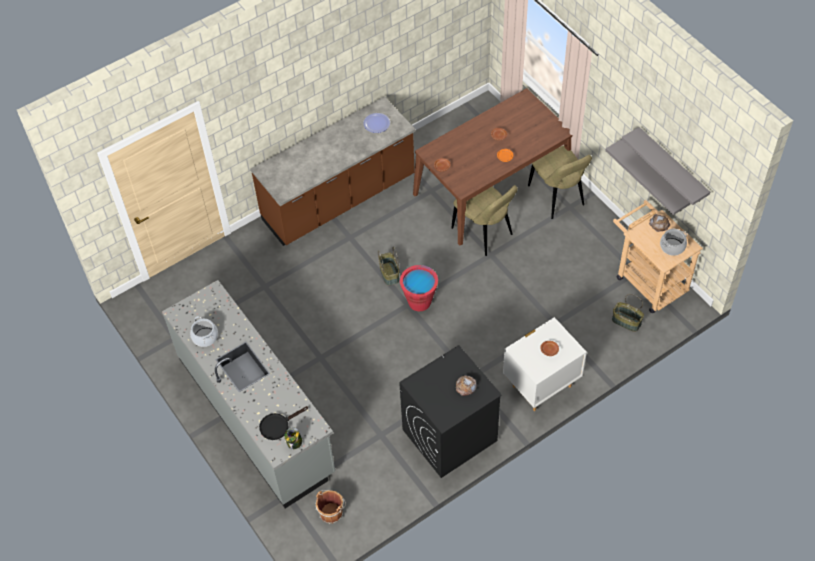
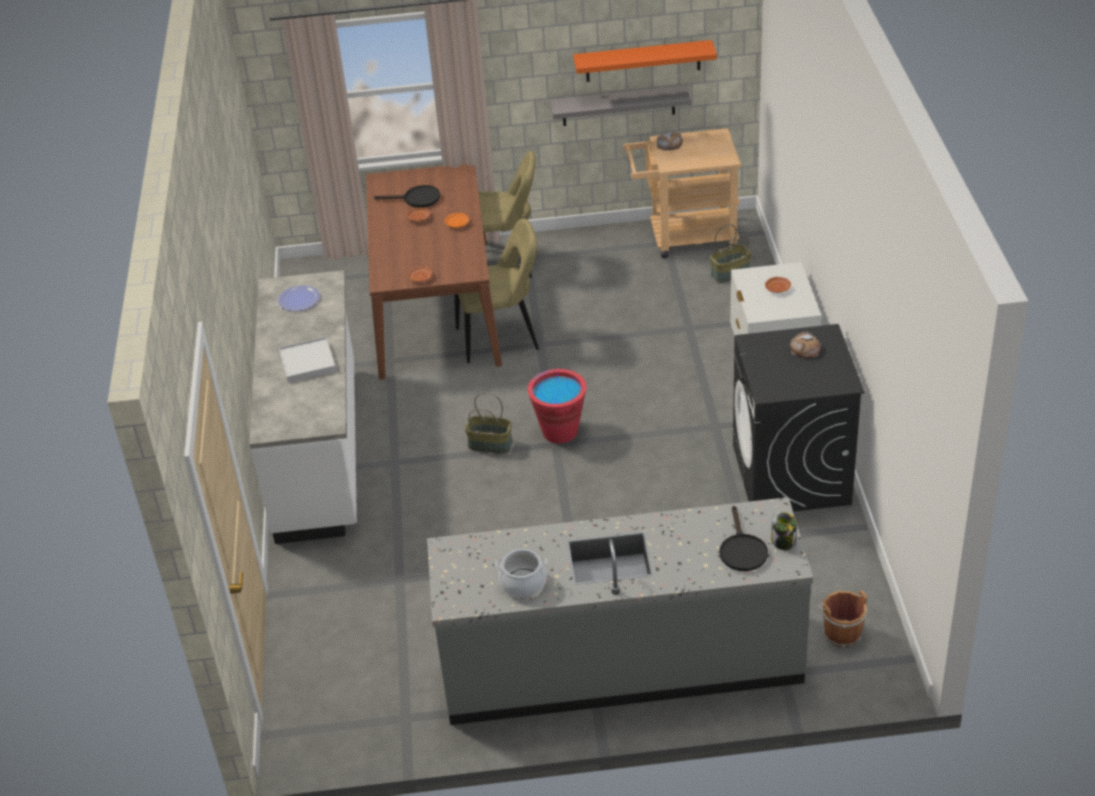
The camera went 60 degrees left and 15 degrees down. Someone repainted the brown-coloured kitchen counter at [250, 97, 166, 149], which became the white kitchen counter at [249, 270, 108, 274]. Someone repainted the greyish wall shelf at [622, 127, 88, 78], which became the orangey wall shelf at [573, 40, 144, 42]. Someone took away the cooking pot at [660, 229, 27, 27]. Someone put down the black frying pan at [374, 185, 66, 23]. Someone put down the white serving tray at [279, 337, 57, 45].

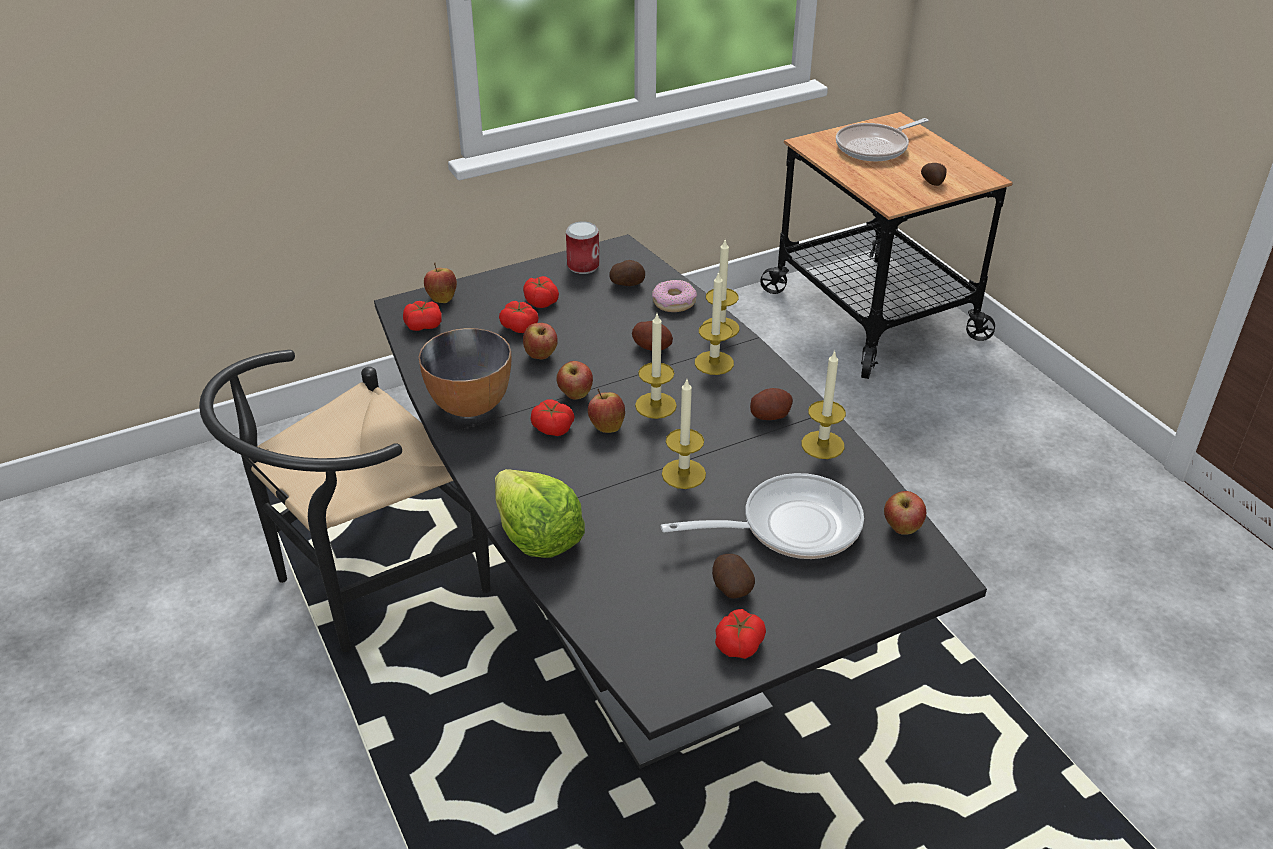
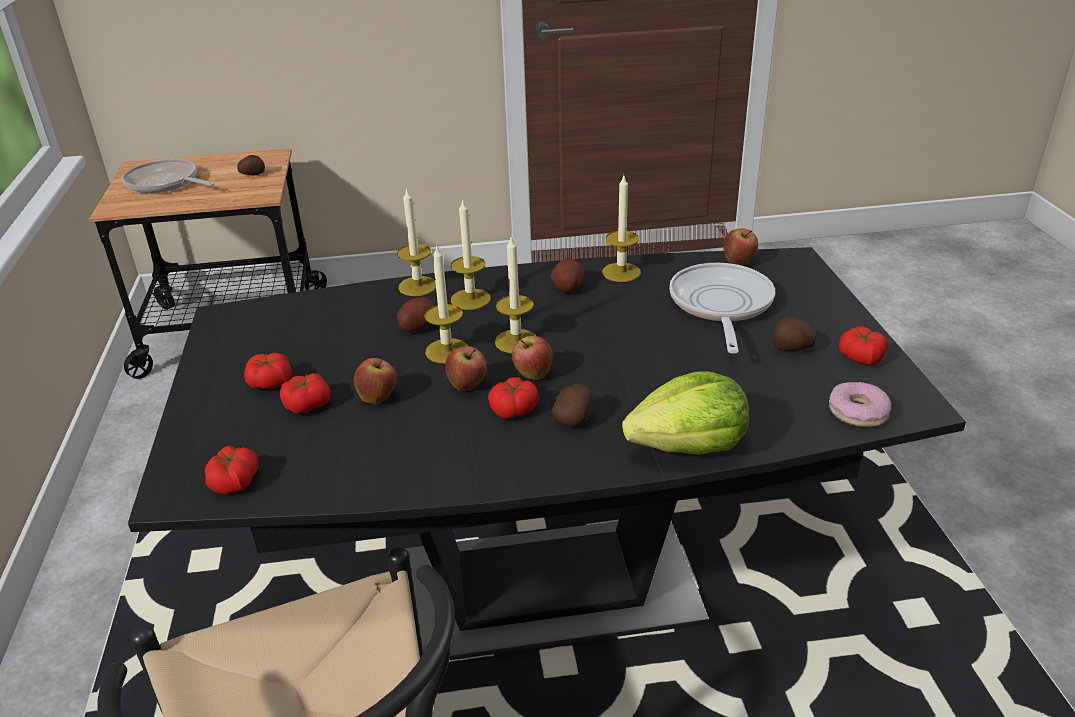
The camera went 70 degrees left and 5 degrees down. Someone rotated the frying pan at [836, 118, 93, 43] by 135 degrees clockwise. Someone took away the can at [566, 221, 33, 53]. Someone carried the spud from [610, 260, 35, 26] to [552, 383, 41, 43]. Someone took away the apple at [424, 263, 33, 40]. Someone carried the ring doughnut from [652, 280, 45, 32] to [829, 382, 62, 45]. Someone took away the deep dish at [419, 328, 92, 89]. Someone carried the wax light from [662, 380, 44, 109] to [424, 244, 44, 119].

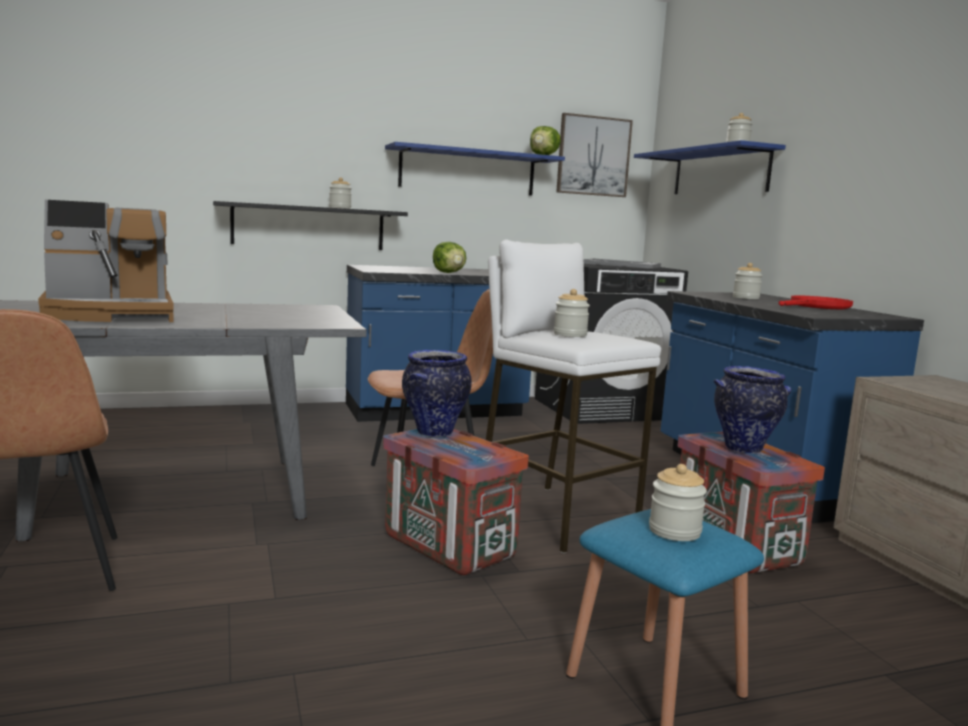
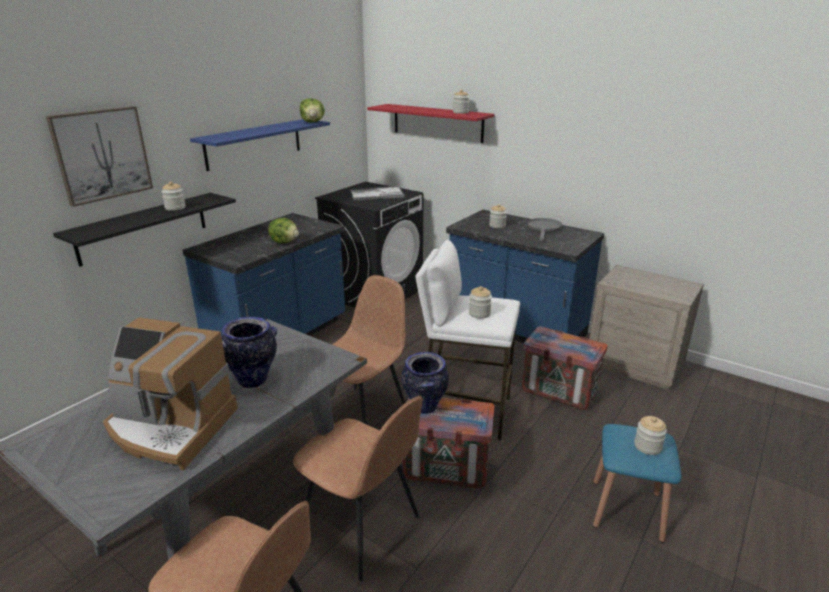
The camera went 35 degrees left and 15 degrees up. Someone carried the picture from [556, 113, 77, 84] to [46, 106, 107, 101]. Someone repainted the blue wall shelf at [634, 140, 152, 54], which became the red wall shelf at [367, 104, 128, 39]. Someone rotated the coffee maker at [38, 200, 136, 122] by 75 degrees clockwise. Someone repainted the red frying pan at [778, 295, 75, 14], which became the greyish frying pan at [527, 218, 35, 23]. Someone carried the decorative vase from [714, 366, 78, 87] to [222, 317, 55, 71]. Someone put down the brown-coloured upright chair at [293, 396, 130, 185].

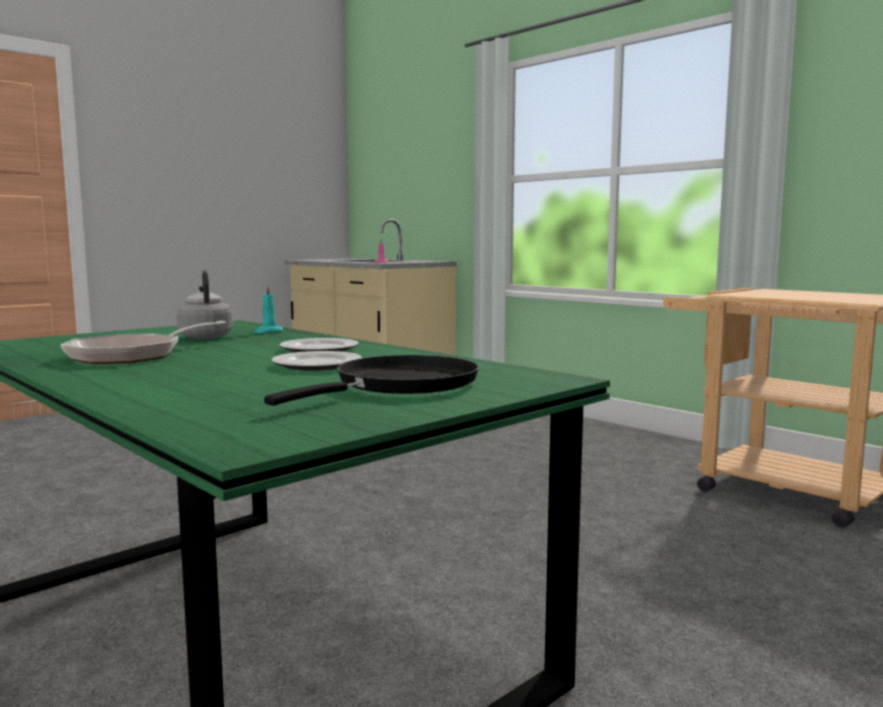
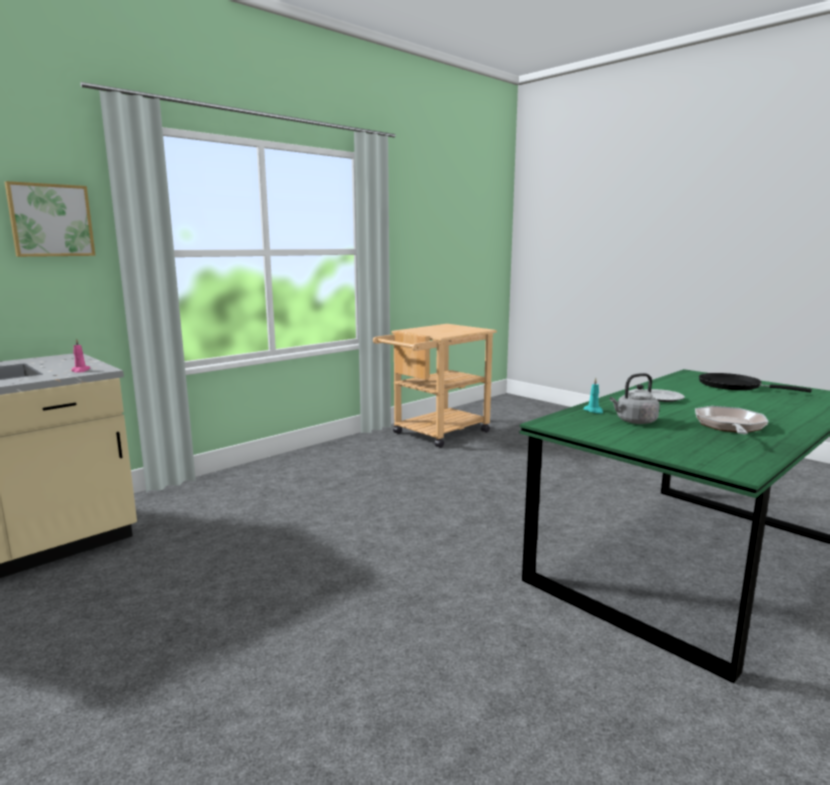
The camera went 90 degrees left and 5 degrees up. Someone rotated the frying pan at [61, 321, 166, 43] by 105 degrees counterclockwise. Someone took away the dinner plate at [272, 351, 90, 20]. Someone put up the picture at [5, 181, 91, 76].

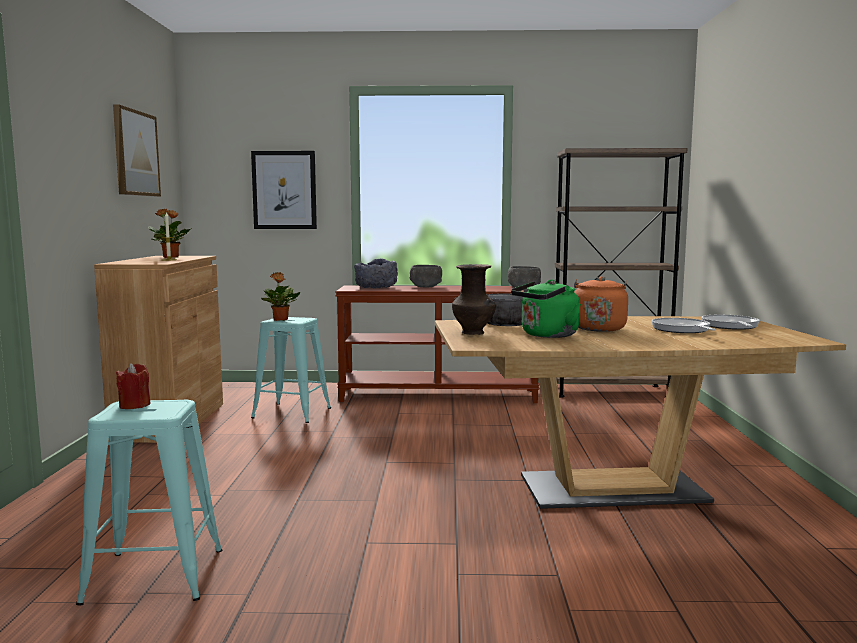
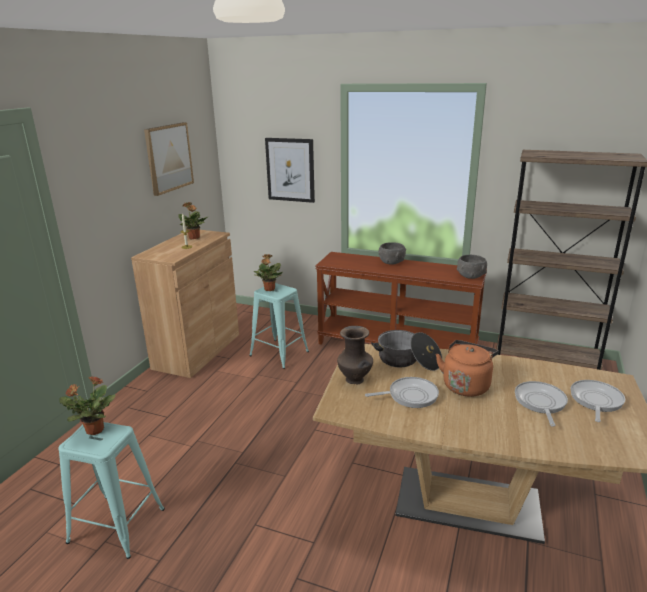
The camera went 20 degrees right and 15 degrees up. Someone took away the greyish deep dish at [354, 258, 44, 30]. Someone swapped the green water kettle at [511, 280, 70, 58] for the frying pan at [365, 377, 74, 31]. Someone swapped the red wax light at [116, 363, 35, 46] for the plant in a pot at [60, 376, 56, 59].

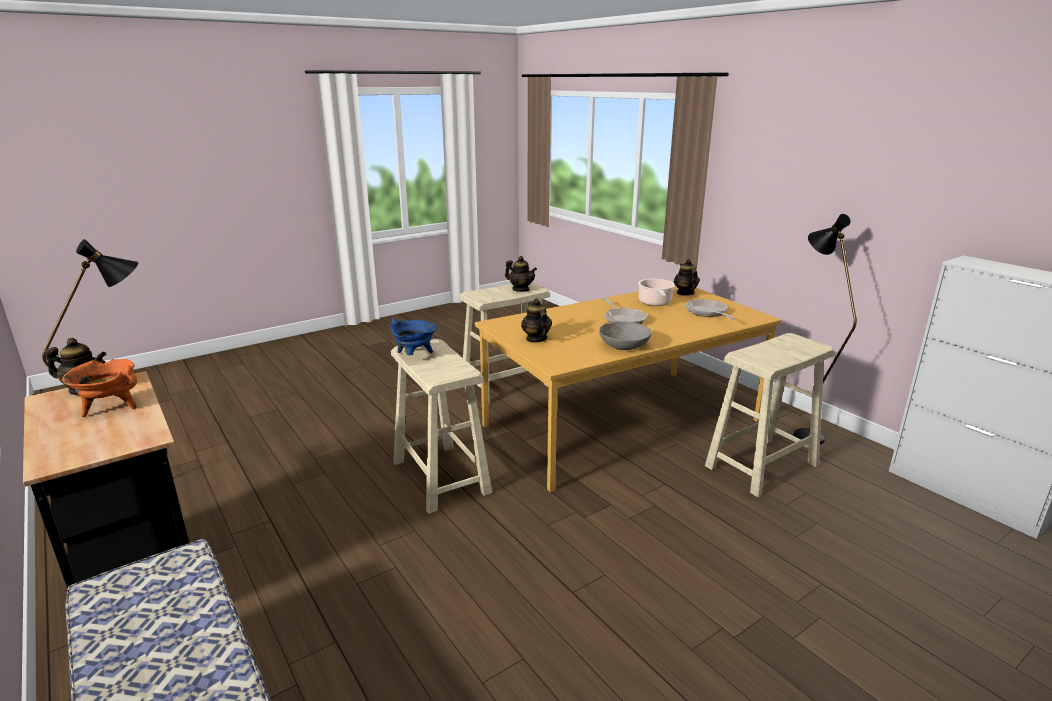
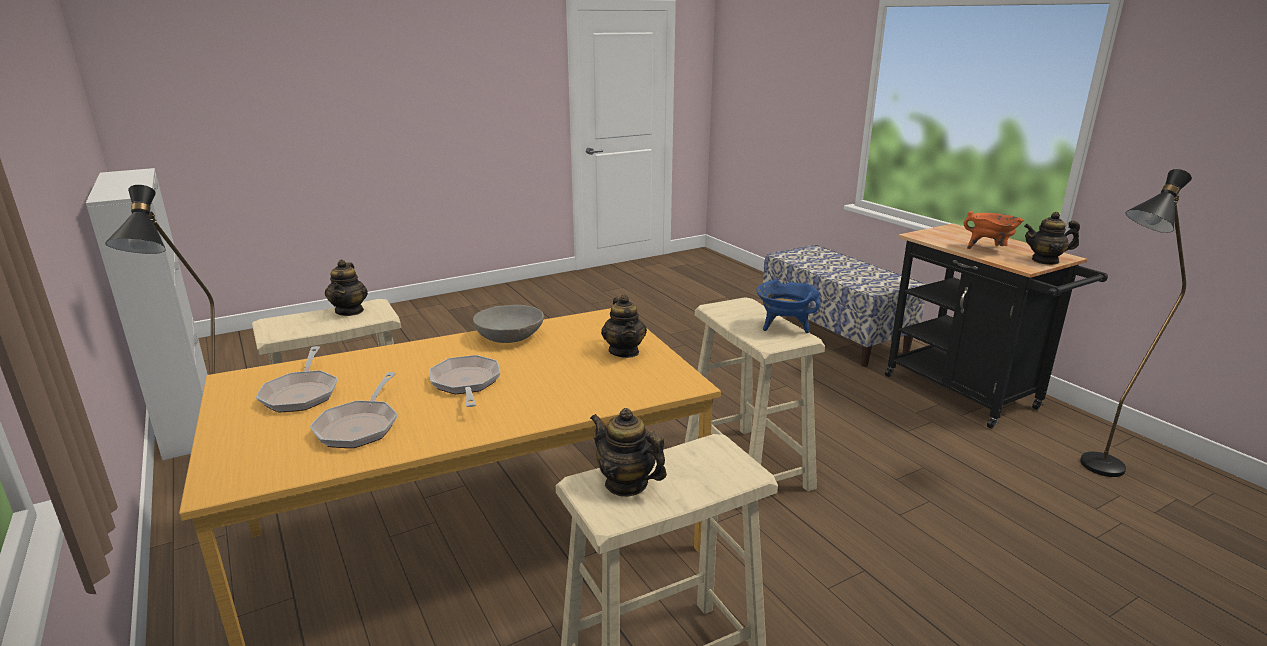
The camera went 175 degrees left and 0 degrees up. Someone carried the pot for tea from [674, 259, 26, 37] to [325, 260, 43, 56]. Someone swapped the cooking pot at [638, 279, 37, 27] for the frying pan at [310, 372, 88, 76].

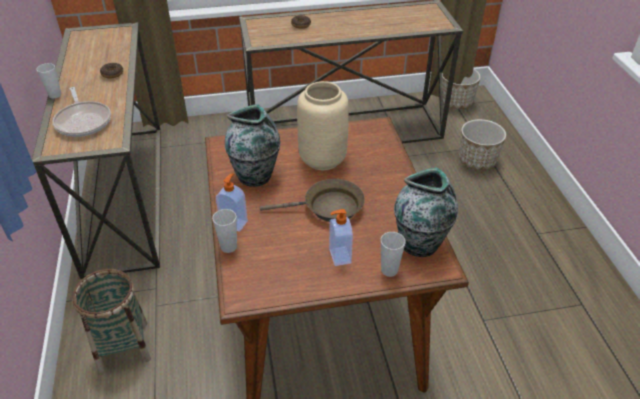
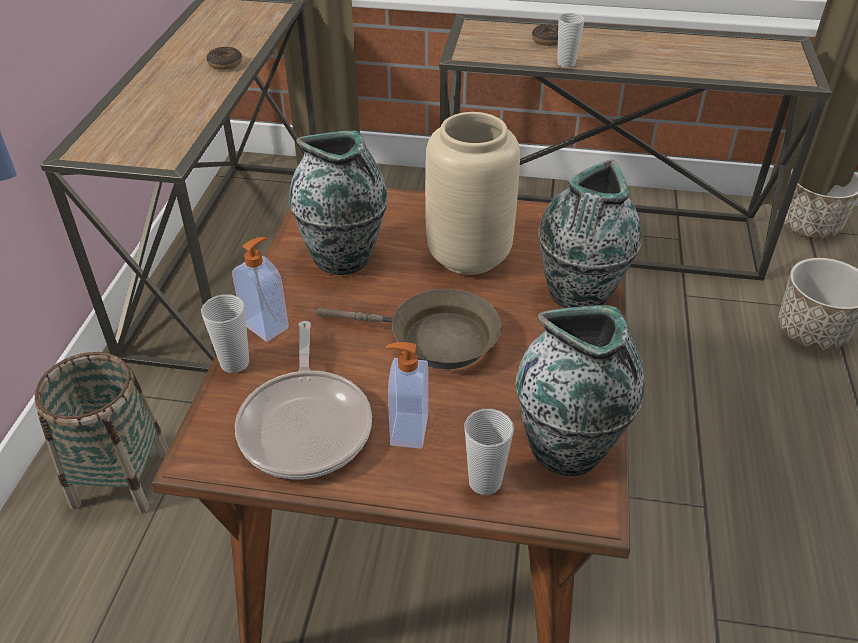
The camera went 20 degrees right and 0 degrees up. Someone carried the drinking cup from [36, 63, 25, 36] to [557, 13, 28, 54]. Someone carried the frying pan from [53, 87, 58, 50] to [235, 321, 137, 158]. Someone put down the decorative vase at [538, 160, 104, 148].

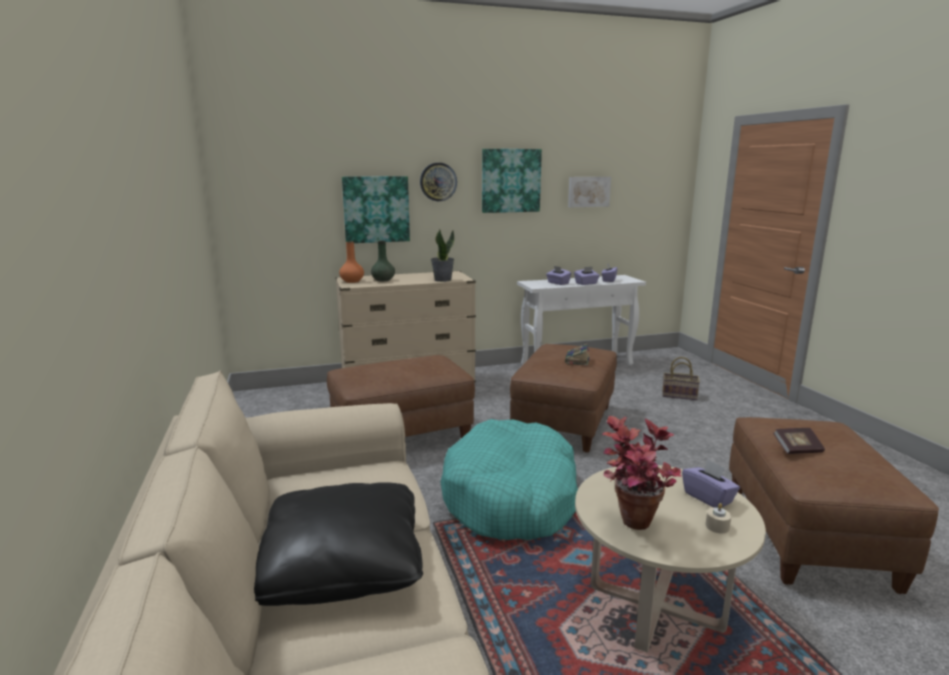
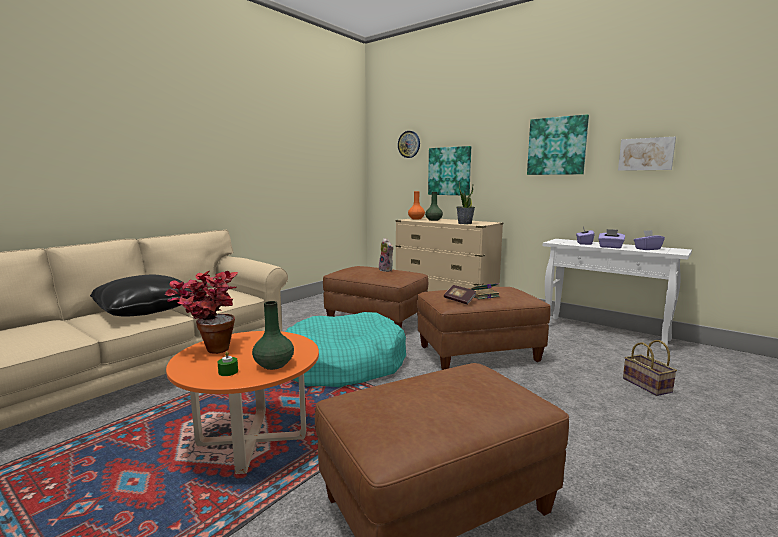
The camera went 55 degrees right and 5 degrees down. Someone carried the wall clock from [420, 163, 37, 38] to [398, 131, 22, 27]. Someone carried the book from [773, 428, 52, 26] to [444, 285, 32, 20]. Someone swapped the purplish tissue holder at [682, 459, 58, 49] for the green decorative vase at [252, 301, 42, 69]. Someone repainted the sand-coloured coffee table at [575, 465, 191, 188], which became the orangey coffee table at [166, 331, 153, 143]. Someone repainted the sand-coloured wax light at [705, 503, 26, 31], which became the green wax light at [218, 351, 20, 25]. Someone put down the soft toy at [379, 238, 14, 34].

